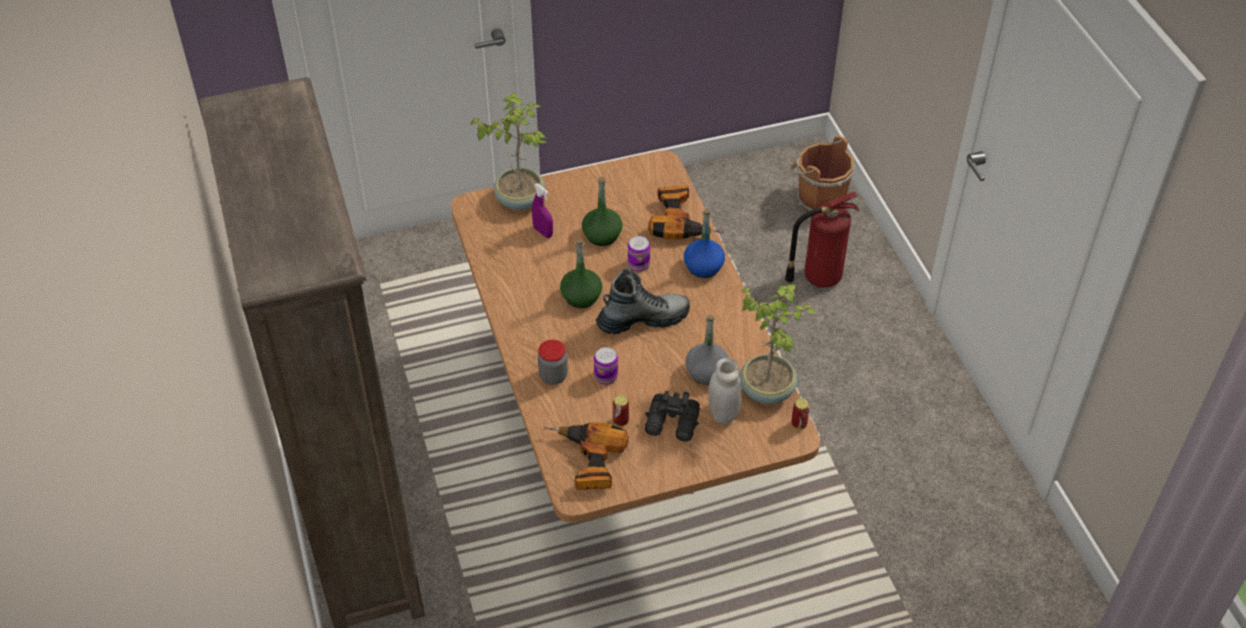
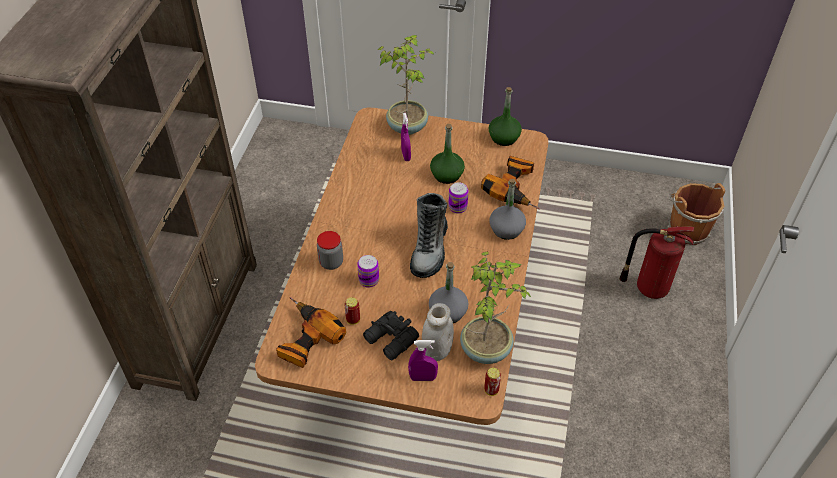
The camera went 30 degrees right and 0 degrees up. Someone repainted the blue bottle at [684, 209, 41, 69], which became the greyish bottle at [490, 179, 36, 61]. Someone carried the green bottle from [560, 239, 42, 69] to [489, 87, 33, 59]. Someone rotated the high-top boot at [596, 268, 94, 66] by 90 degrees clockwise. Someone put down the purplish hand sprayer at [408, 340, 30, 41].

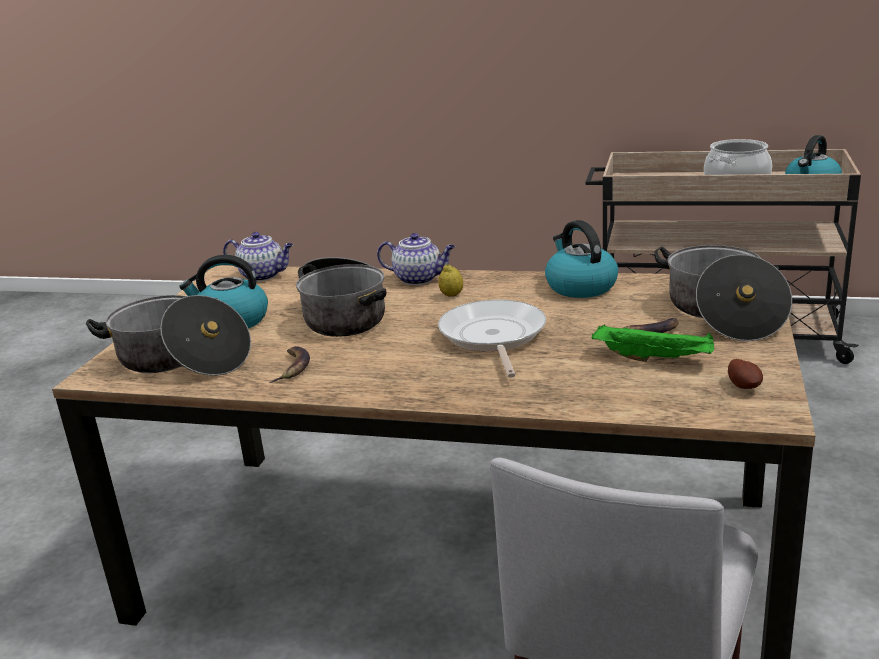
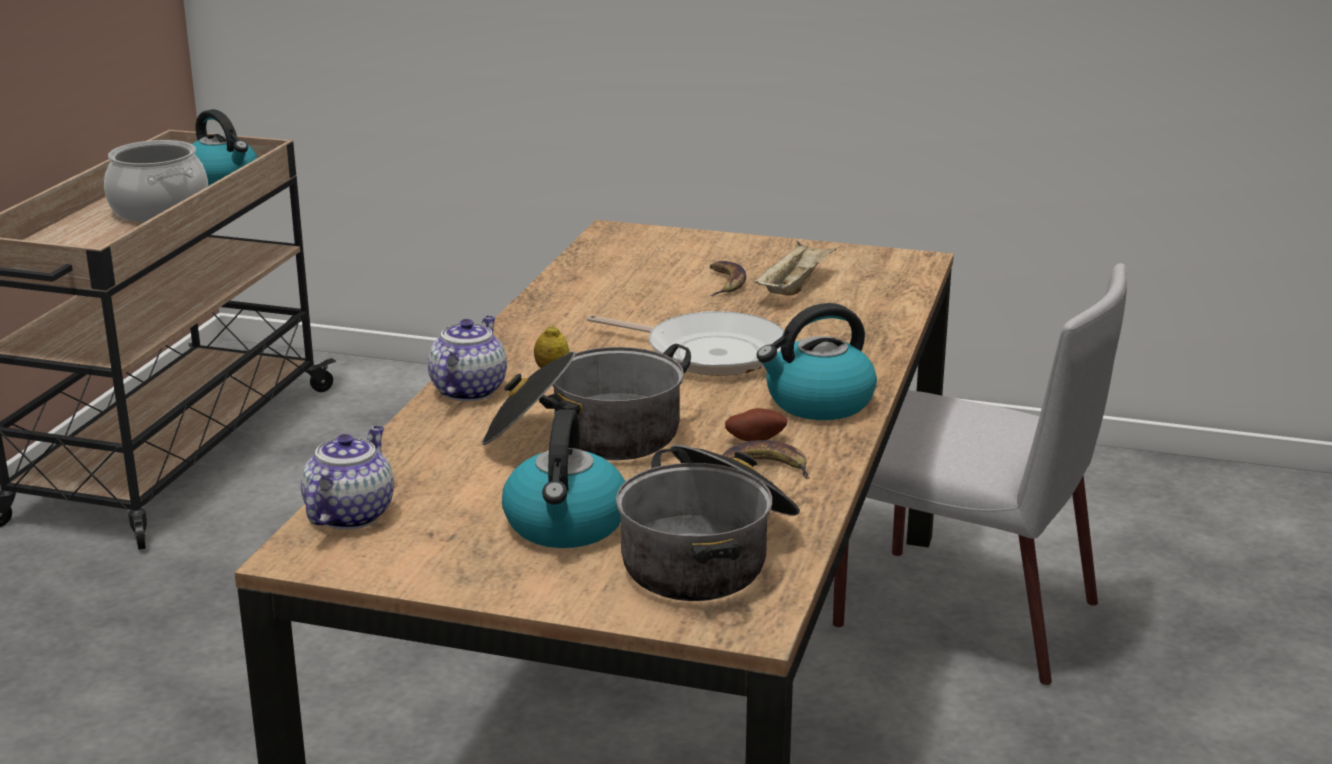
The camera went 90 degrees left and 0 degrees up. Someone carried the water kettle from [545, 220, 73, 78] to [757, 303, 120, 117]. Someone took away the cooking pot at [654, 245, 138, 96]. Someone rotated the frying pan at [438, 300, 108, 78] by 150 degrees counterclockwise. Someone repainted the green serving tray at [592, 325, 122, 37], which became the sand-coloured serving tray at [753, 241, 84, 55]. Someone carried the spud from [728, 359, 35, 30] to [725, 408, 63, 33].

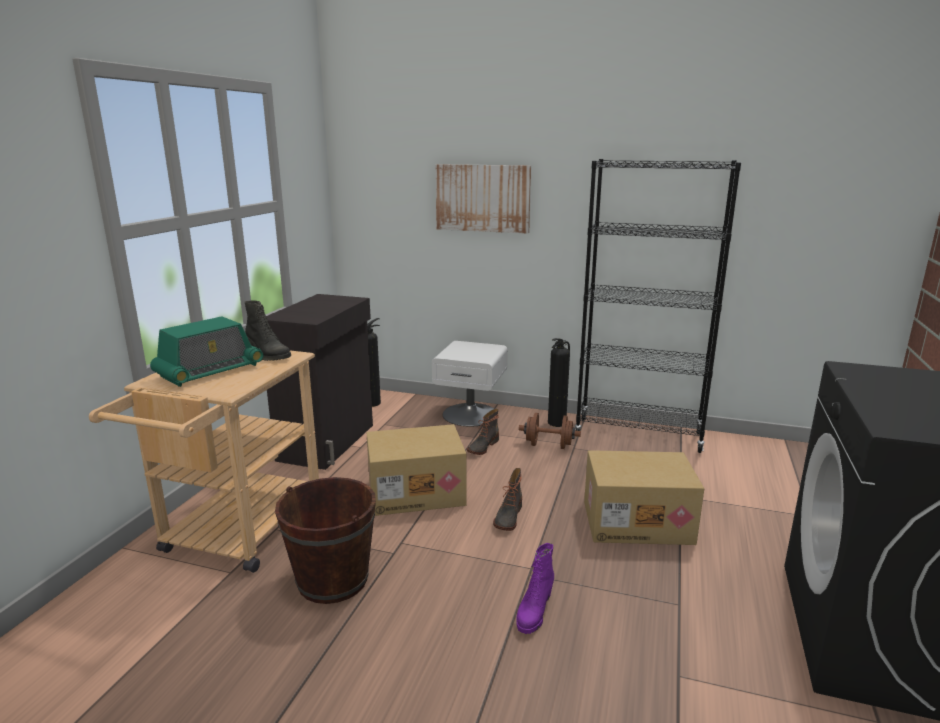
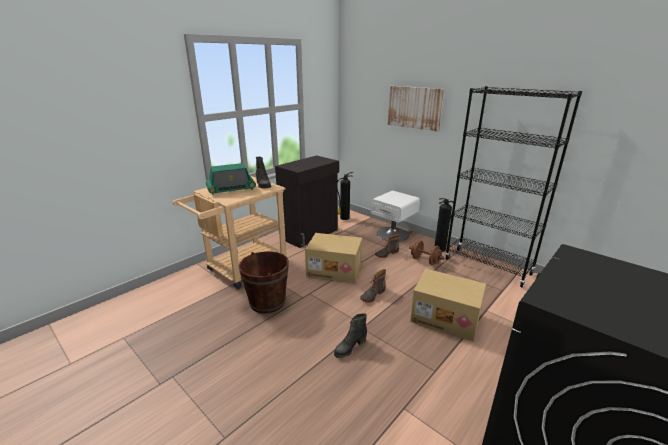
The camera went 25 degrees right and 5 degrees up. Someone repainted the purplish high-top boot at [516, 543, 38, 91], which became the black high-top boot at [334, 313, 33, 45].

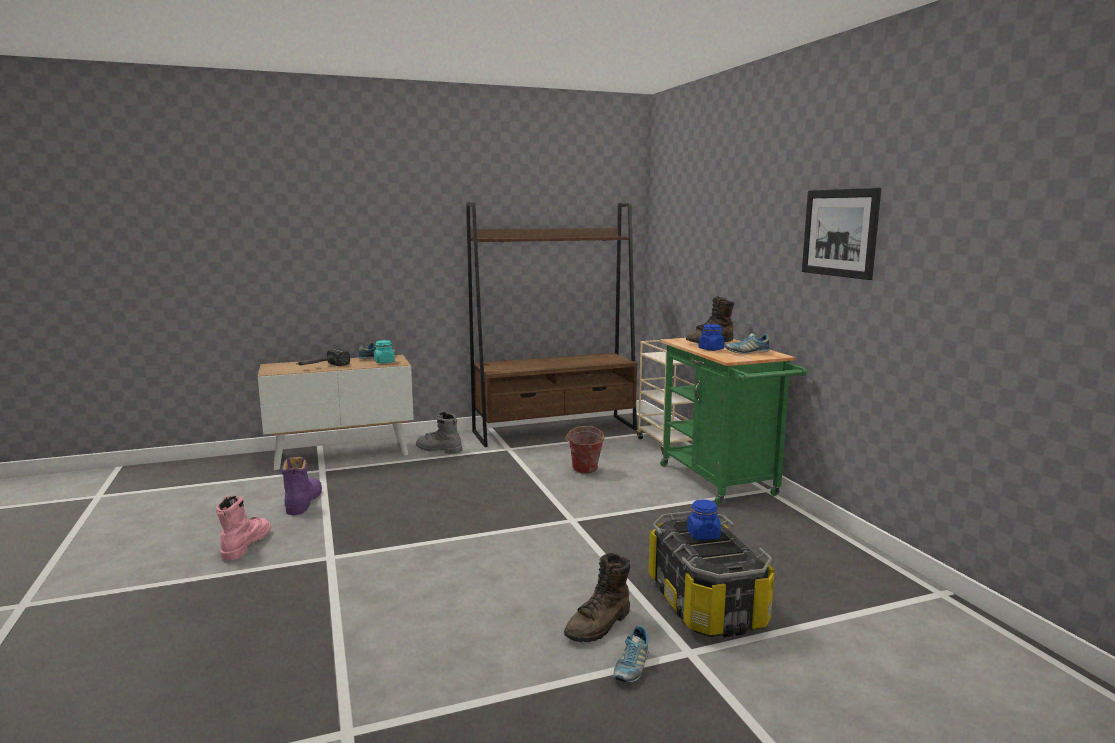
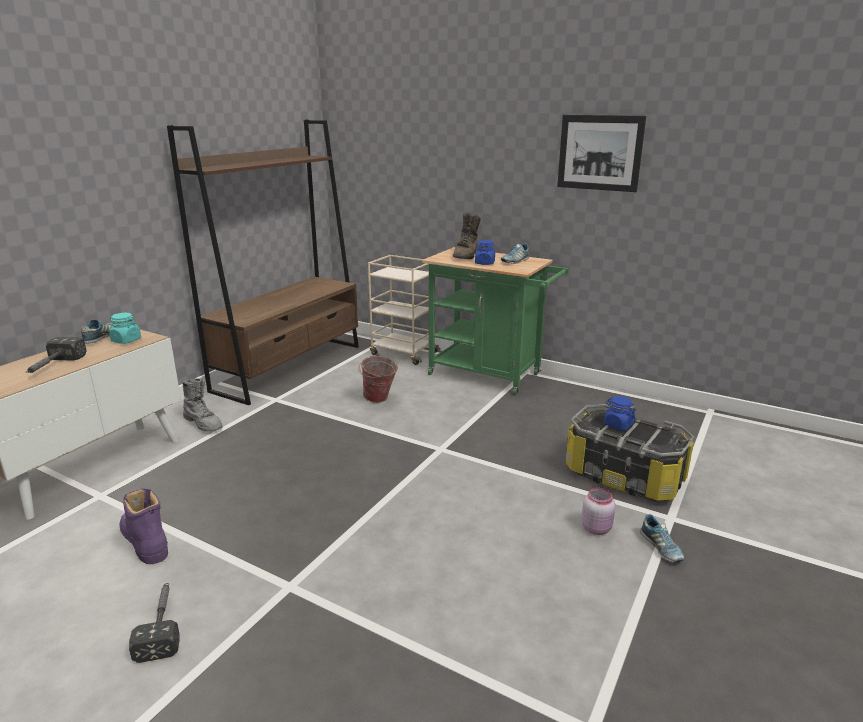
The camera went 40 degrees left and 10 degrees up. Someone rotated the greyish high-top boot at [416, 411, 47, 43] by 120 degrees counterclockwise. Someone swapped the pink-coloured high-top boot at [216, 495, 55, 65] for the hand hammer at [129, 583, 51, 80]. Someone swapped the brown-coloured high-top boot at [564, 553, 66, 89] for the pink-coloured preserve jar at [581, 488, 35, 47].

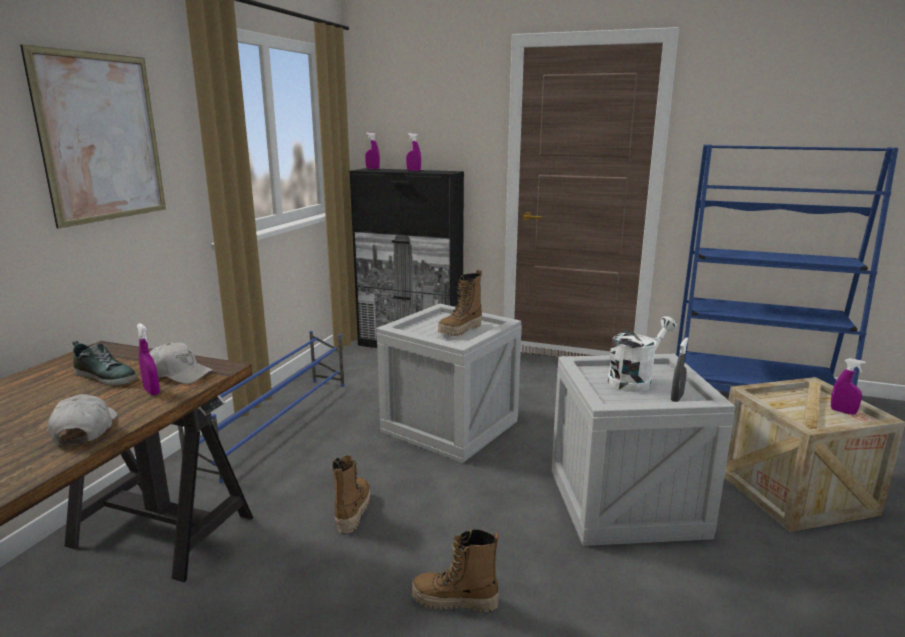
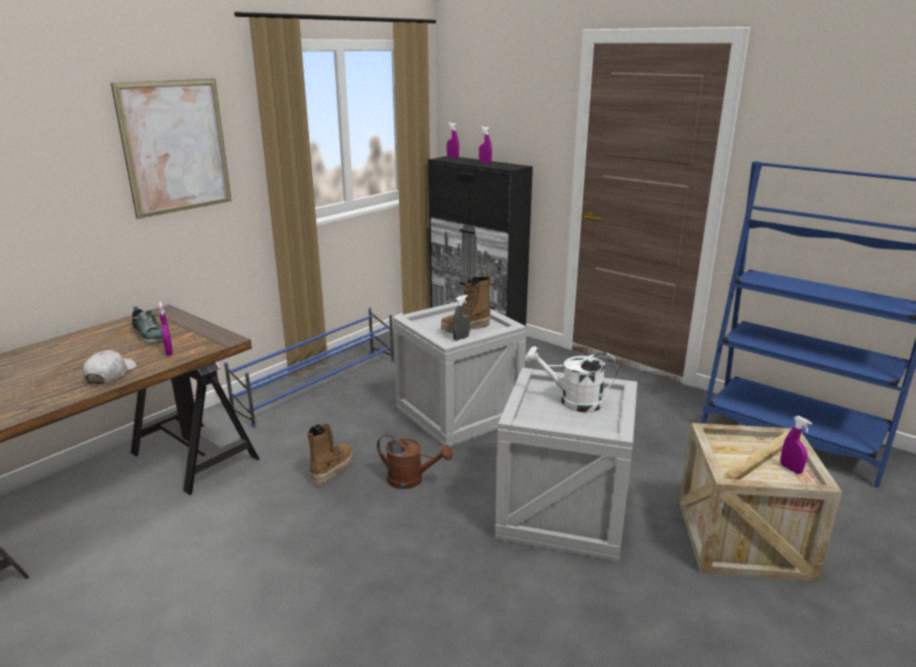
The camera went 20 degrees right and 5 degrees up. Someone rotated the white watering pot at [608, 316, 69, 76] by 150 degrees counterclockwise. Someone carried the greyish hand sprayer from [671, 337, 17, 65] to [452, 295, 18, 45]. Someone took away the white baseball cap at [149, 343, 65, 41]. Someone took away the high-top boot at [412, 529, 87, 83]. Someone put down the brown-coloured watering pot at [377, 434, 76, 55].

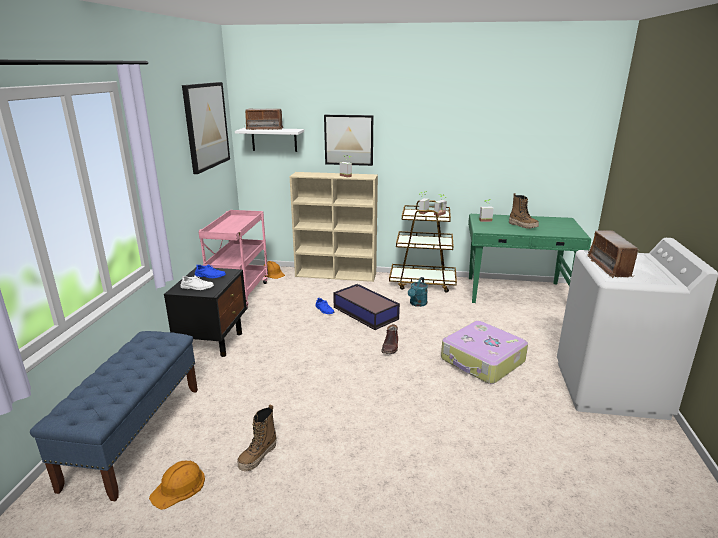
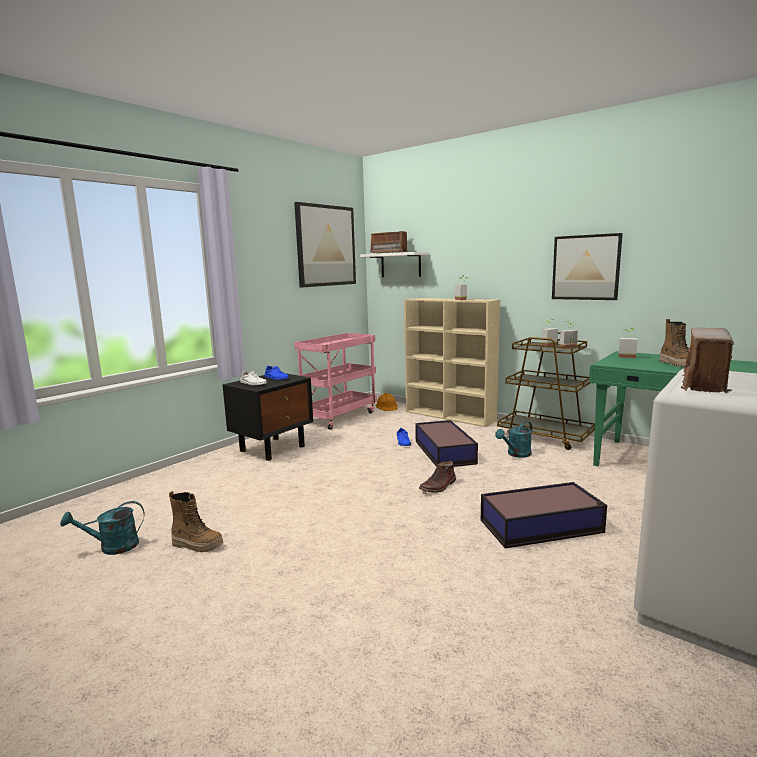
The camera went 30 degrees right and 10 degrees down. Someone carried the picture from [324, 115, 49, 51] to [552, 233, 71, 67]. Someone swapped the piece of luggage at [441, 321, 87, 63] for the storage bin at [481, 482, 126, 66]. Someone took away the blue indoor bench at [30, 331, 168, 170]. Someone rotated the high-top boot at [237, 405, 40, 66] by 135 degrees counterclockwise. Someone swapped the orangey work helmet at [149, 461, 56, 49] for the turquoise watering pot at [60, 501, 84, 54].

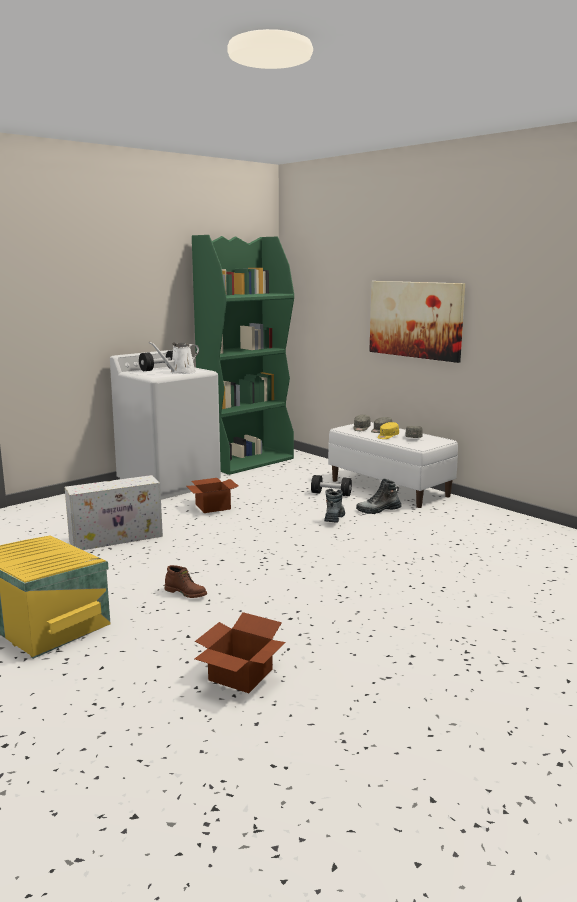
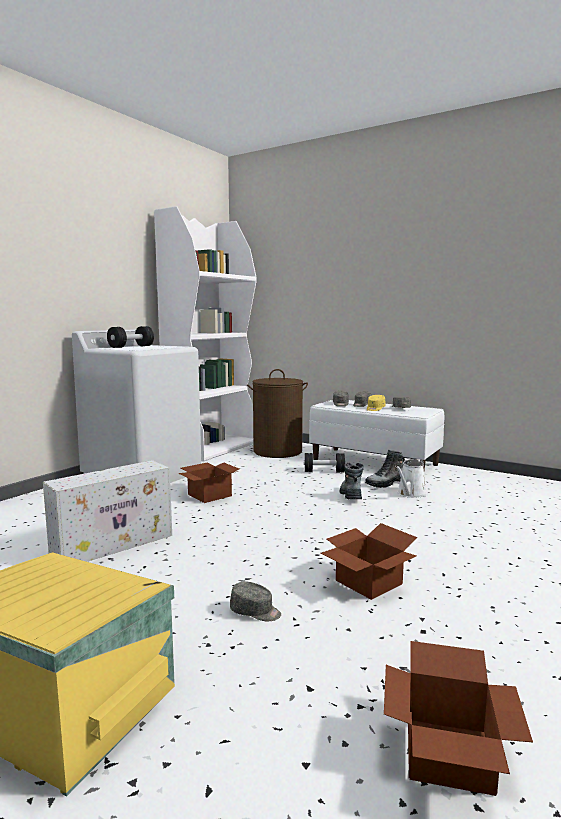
The camera went 15 degrees left and 5 degrees down. Someone repainted the green shelving unit at [192, 235, 102, 240], which became the white shelving unit at [154, 206, 102, 256]. Someone took away the picture at [369, 281, 96, 82]. Someone carried the white watering pot from [148, 342, 51, 32] to [395, 459, 33, 39]. Someone swapped the brown-coloured high-top boot at [165, 565, 42, 33] for the greyish baseball cap at [230, 582, 51, 39]. Someone put down the brown-coloured hamper at [247, 369, 61, 89]. Someone put down the carton at [320, 523, 97, 77].

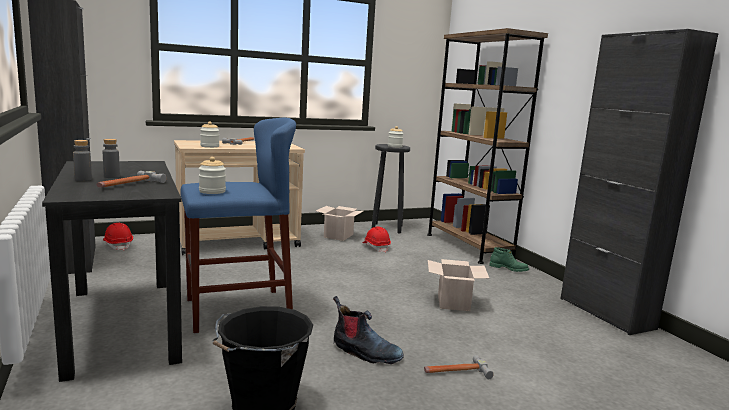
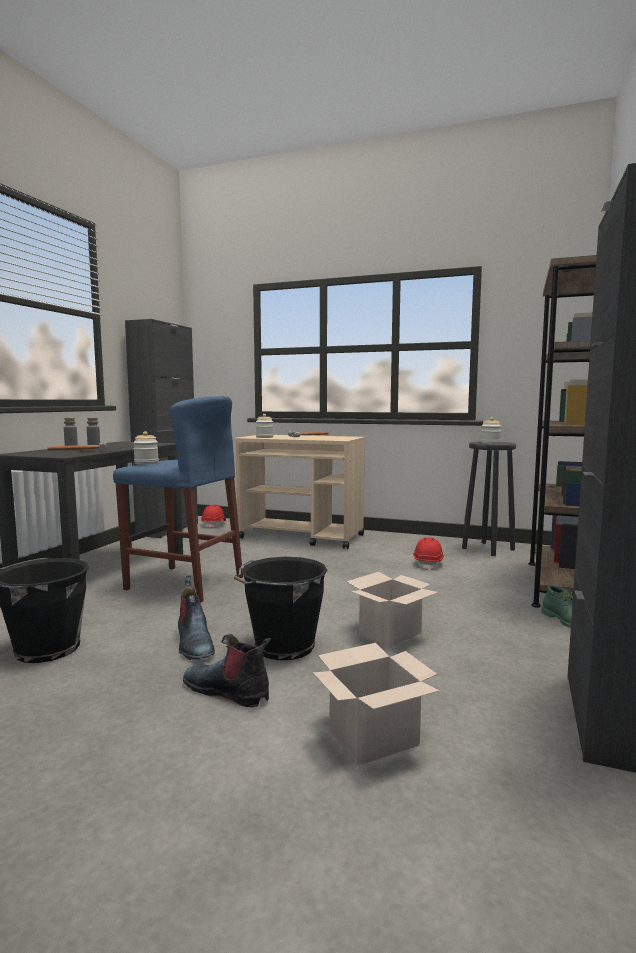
The camera went 45 degrees right and 5 degrees down. Someone carried the carton from [316, 206, 47, 35] to [313, 643, 126, 123]. Someone swapped the hand hammer at [424, 355, 70, 24] for the high-top boot at [183, 634, 88, 73]. Someone put down the black bucket at [234, 557, 93, 103].

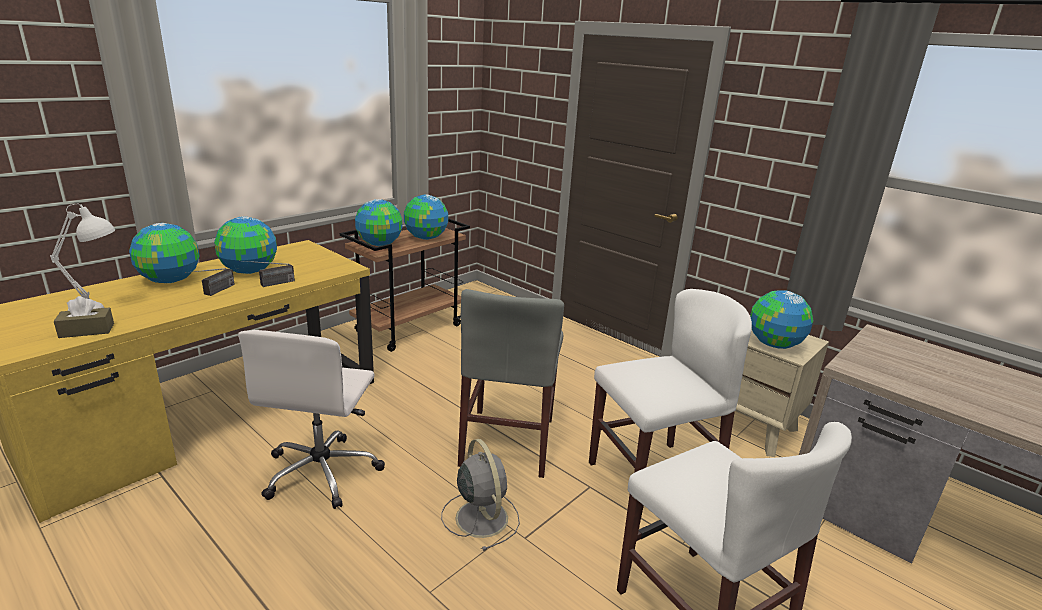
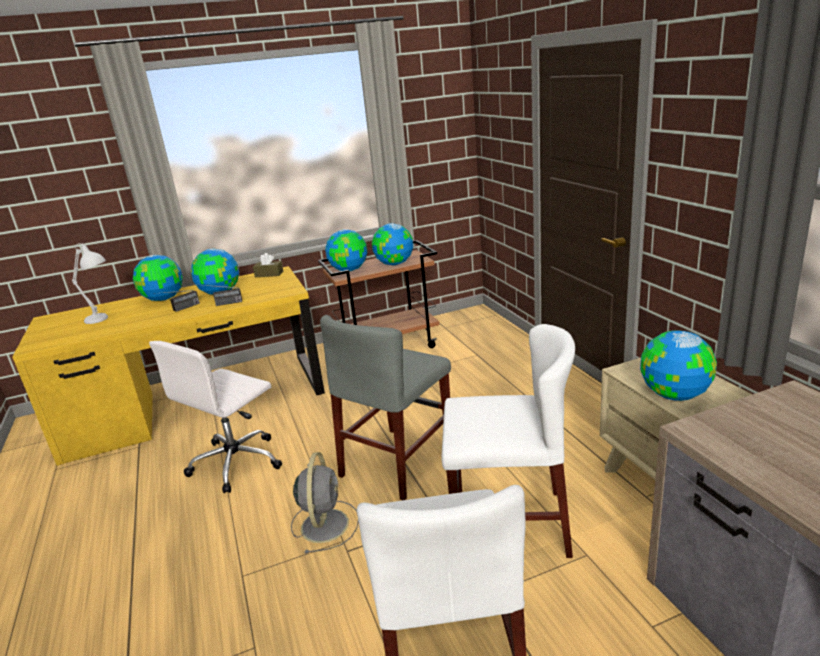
The camera went 30 degrees right and 0 degrees up. Someone carried the brown-coloured tissue holder from [54, 296, 60, 42] to [253, 253, 30, 24].

